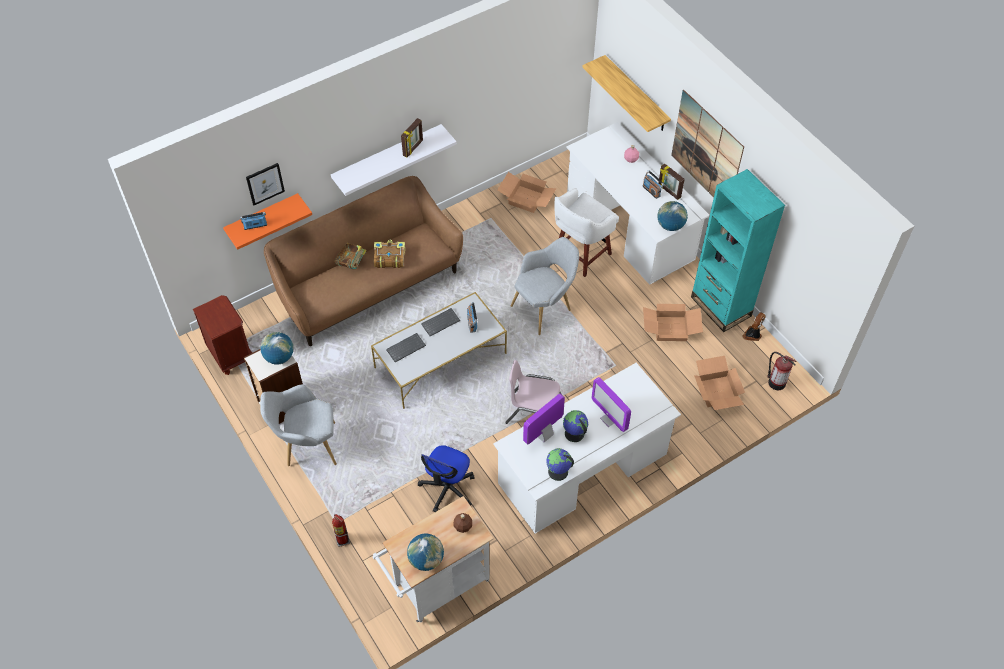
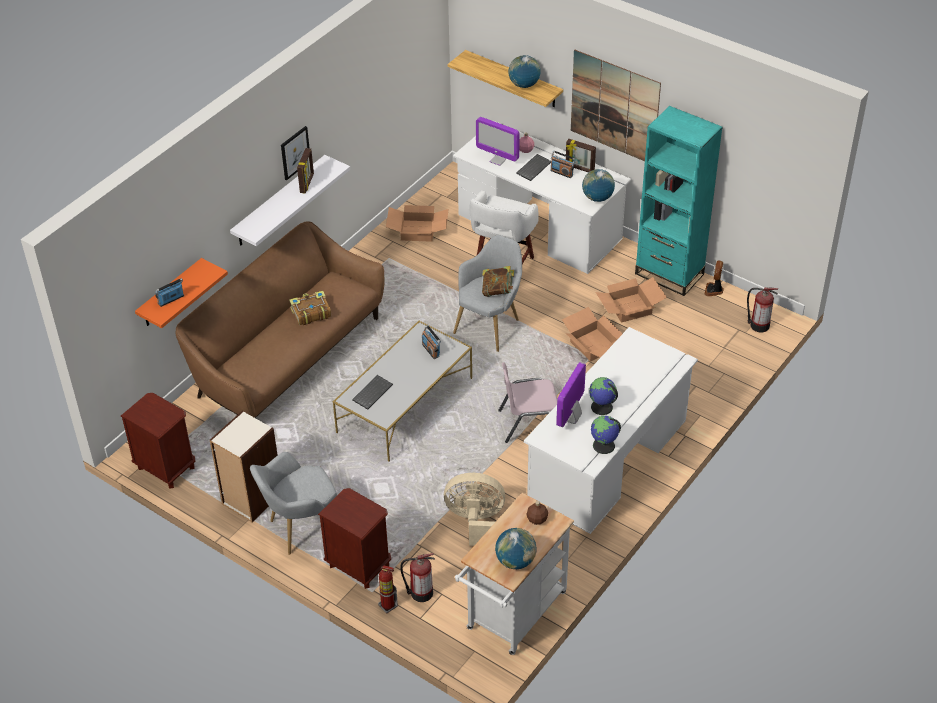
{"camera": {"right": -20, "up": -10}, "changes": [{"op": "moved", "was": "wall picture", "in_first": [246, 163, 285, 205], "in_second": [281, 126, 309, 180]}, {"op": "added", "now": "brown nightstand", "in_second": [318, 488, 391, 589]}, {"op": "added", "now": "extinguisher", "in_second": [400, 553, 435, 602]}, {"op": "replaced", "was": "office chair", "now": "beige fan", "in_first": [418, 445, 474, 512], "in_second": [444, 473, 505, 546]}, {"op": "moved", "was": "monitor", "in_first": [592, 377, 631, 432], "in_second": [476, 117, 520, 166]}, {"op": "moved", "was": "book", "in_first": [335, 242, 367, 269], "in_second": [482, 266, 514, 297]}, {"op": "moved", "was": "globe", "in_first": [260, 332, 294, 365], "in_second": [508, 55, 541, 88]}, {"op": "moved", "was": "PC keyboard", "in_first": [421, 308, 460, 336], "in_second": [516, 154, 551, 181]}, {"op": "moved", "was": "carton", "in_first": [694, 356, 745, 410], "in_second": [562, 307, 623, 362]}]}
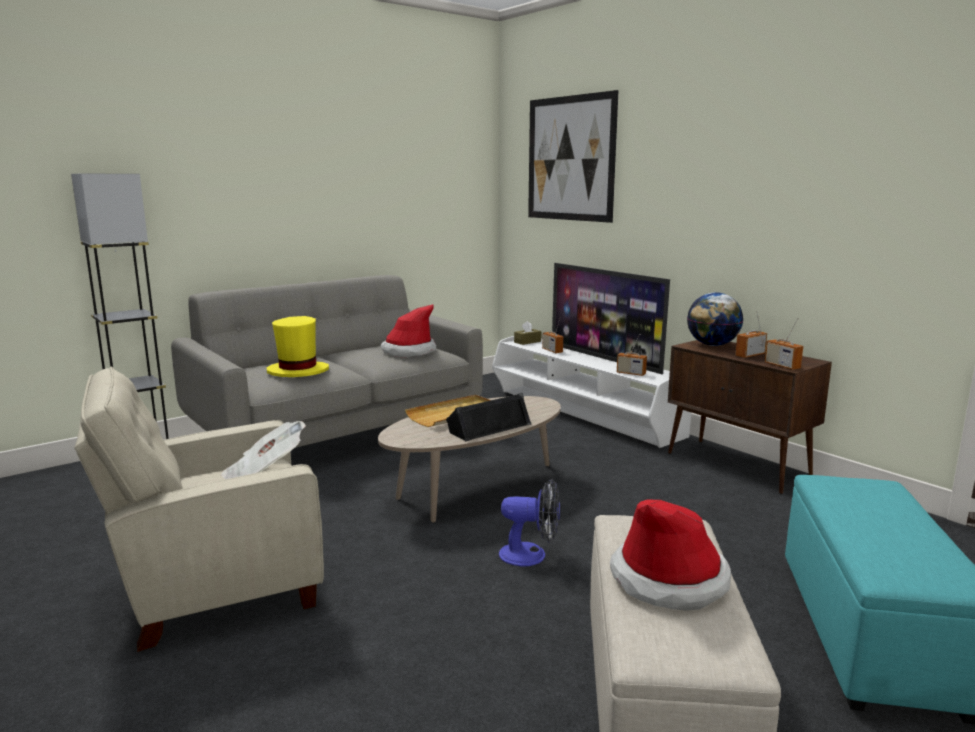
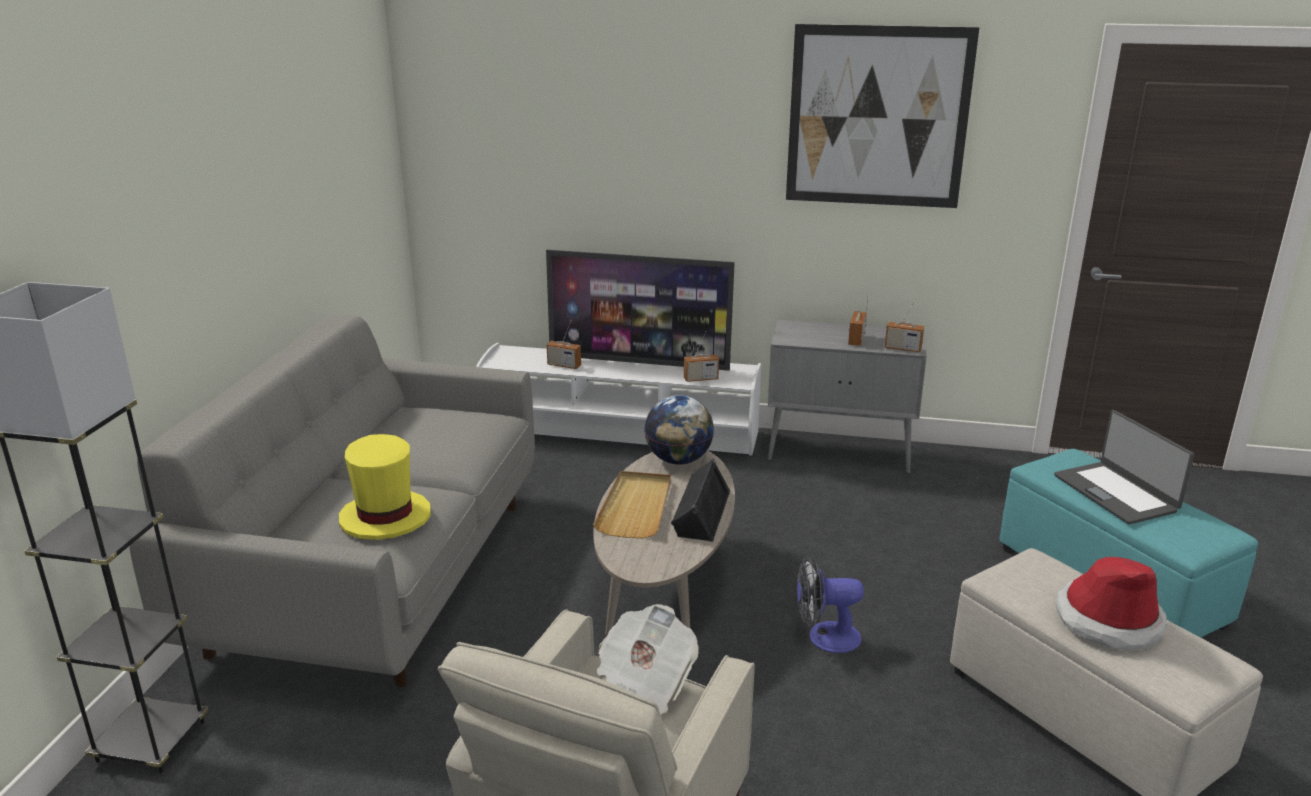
{"camera": {"right": -40, "up": 10}, "changes": [{"op": "moved", "was": "globe", "in_first": [687, 292, 743, 346], "in_second": [644, 395, 714, 464]}, {"op": "recoloured", "was": "brown storage cabinet", "now": "greyish storage cabinet", "in_first": [668, 340, 832, 494], "in_second": [768, 320, 927, 474]}, {"op": "moved", "was": "wall picture", "in_first": [528, 90, 619, 223], "in_second": [786, 24, 979, 208]}, {"op": "turned", "was": "fan", "in_first": [499, 479, 560, 567], "in_second": [797, 557, 864, 653], "clockwise": -150}, {"op": "added", "now": "notebook computer", "in_second": [1054, 410, 1194, 525]}, {"op": "removed", "was": "wearable hat", "in_first": [381, 304, 436, 357]}, {"op": "removed", "was": "brown tissue holder", "in_first": [514, 321, 541, 345]}]}
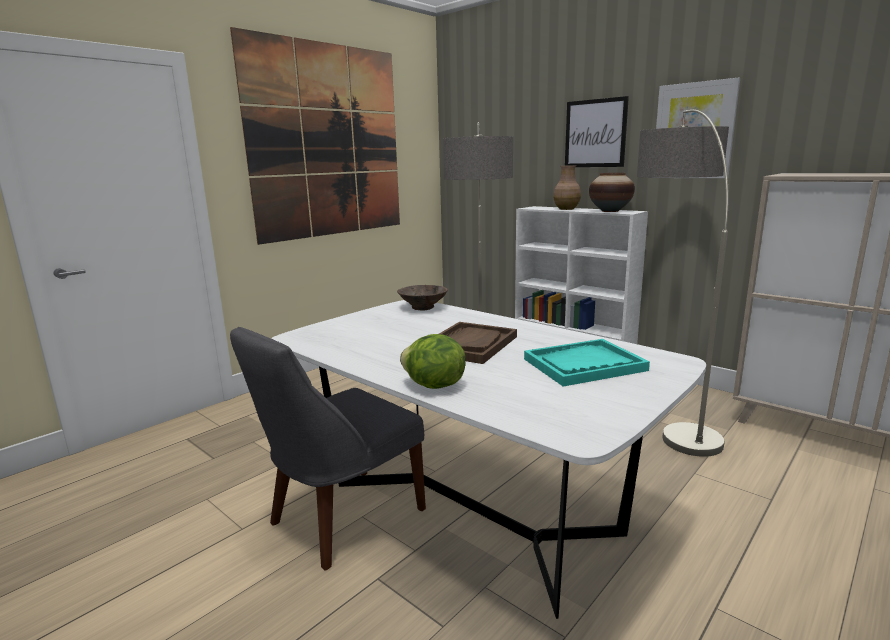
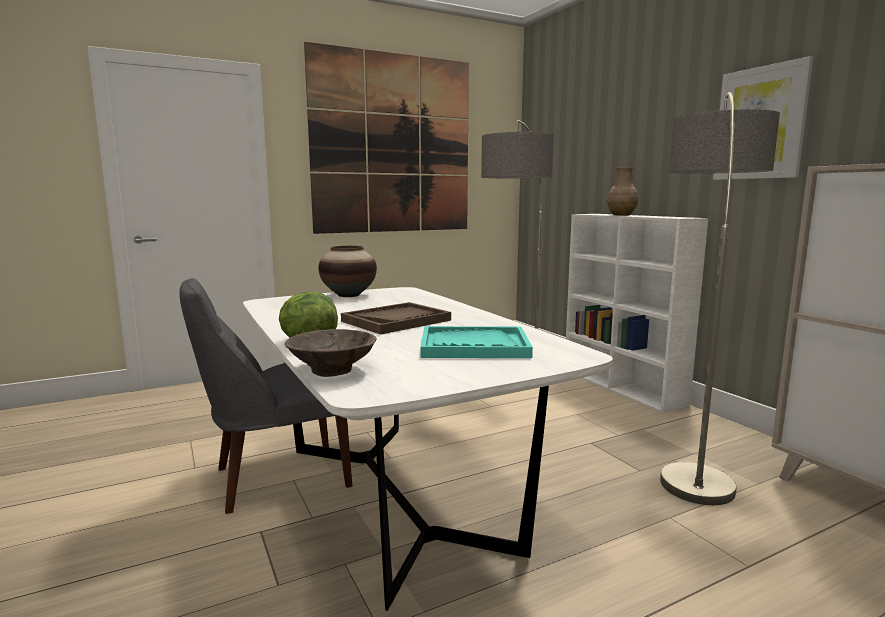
{"camera": {"right": 20, "up": -5}, "changes": [{"op": "moved", "was": "brown serving bowl", "in_first": [397, 285, 448, 310], "in_second": [285, 329, 377, 377]}, {"op": "moved", "was": "flower vase", "in_first": [589, 173, 635, 212], "in_second": [318, 246, 377, 297]}, {"op": "removed", "was": "wall picture", "in_first": [565, 96, 629, 167]}]}
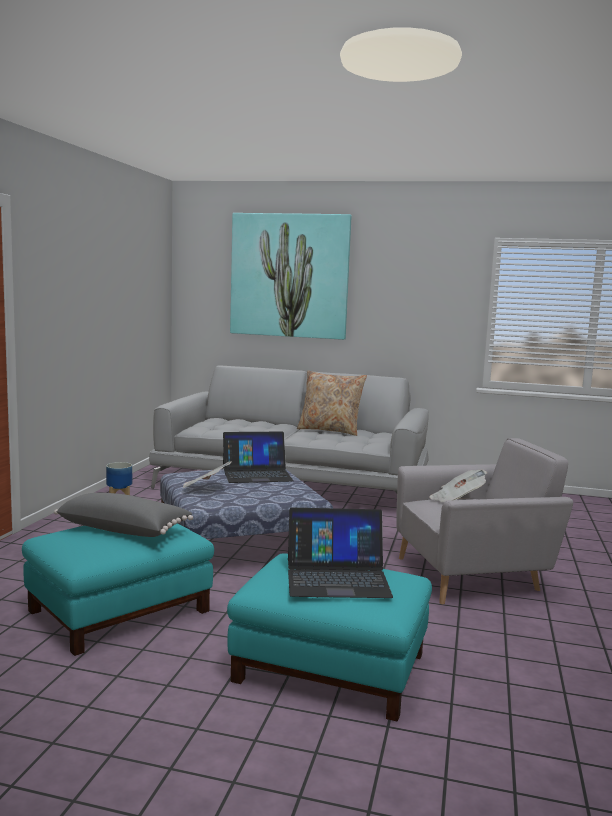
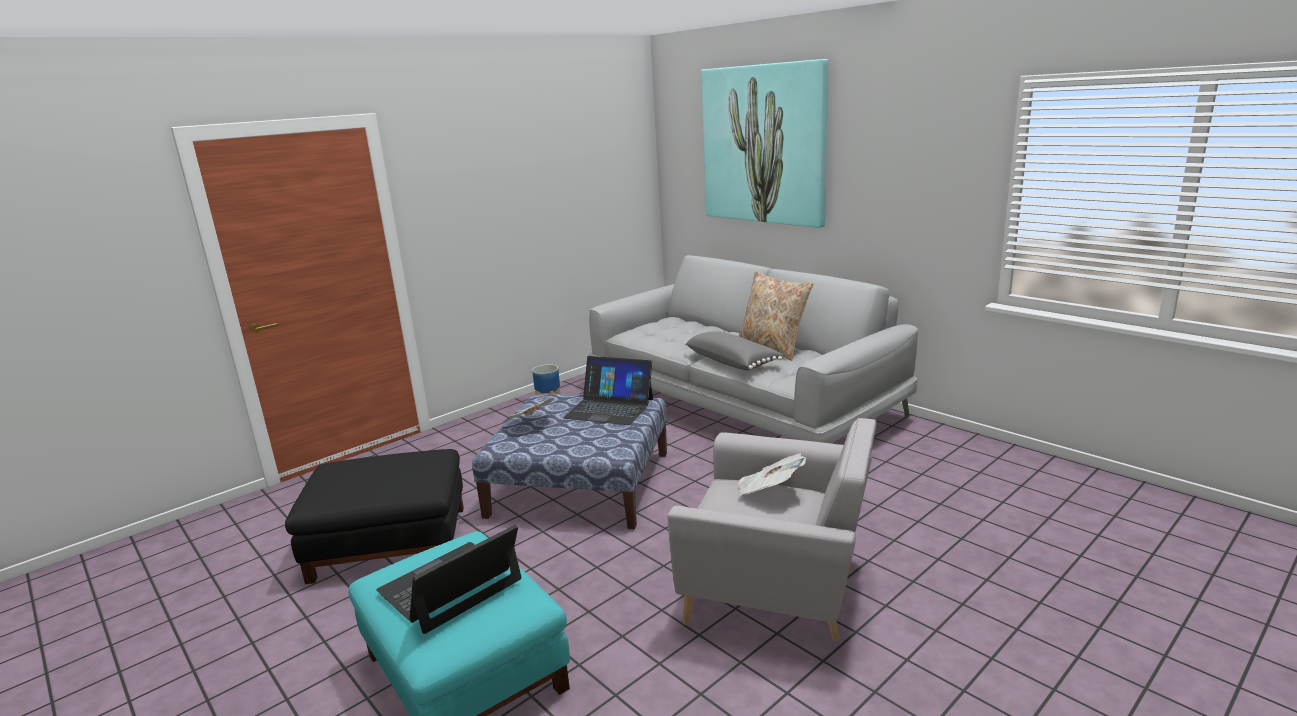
{"camera": {"right": 35, "up": 10}, "changes": [{"op": "recoloured", "was": "turquoise-coloured footrest", "now": "blackish footrest", "in_first": [22, 523, 214, 656], "in_second": [285, 449, 464, 584]}, {"op": "turned", "was": "notebook computer", "in_first": [288, 508, 393, 598], "in_second": [376, 525, 521, 634], "clockwise": 105}, {"op": "moved", "was": "greyish throw pillow", "in_first": [54, 493, 193, 537], "in_second": [685, 331, 783, 371]}]}
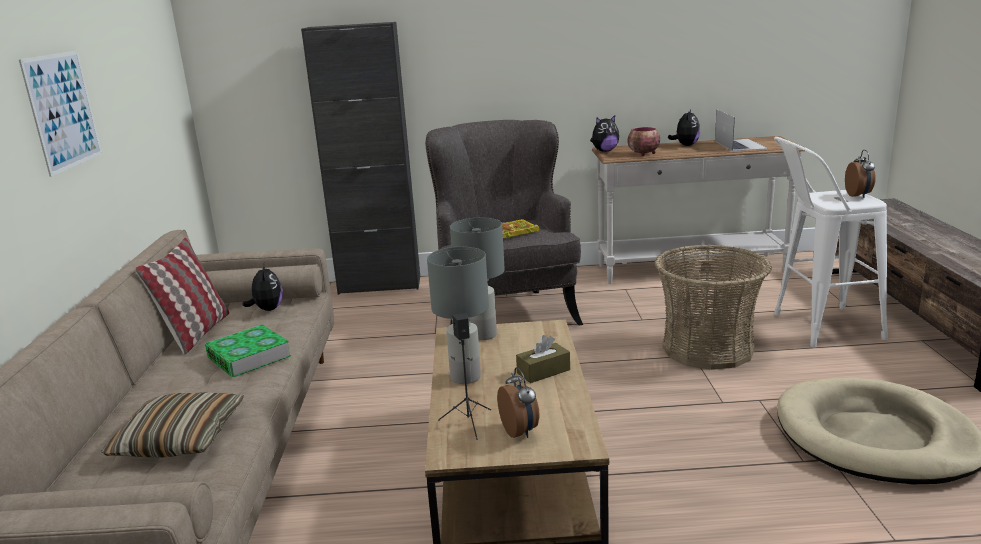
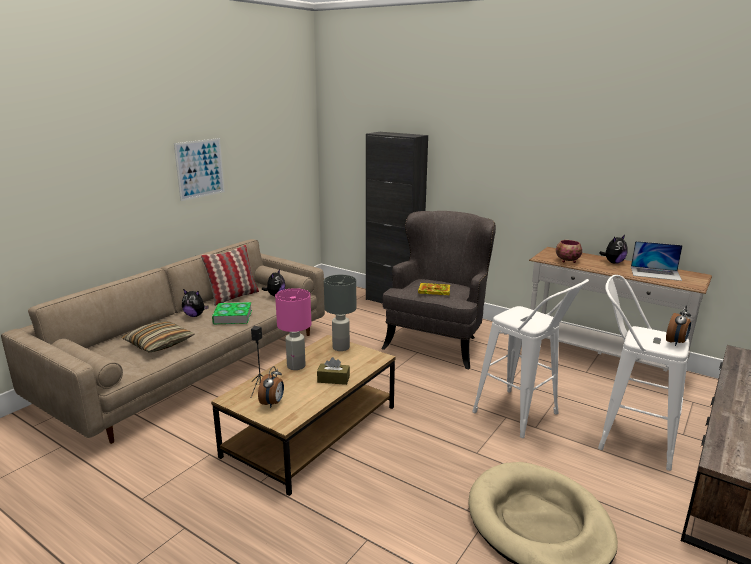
{"camera": {"right": 35, "up": 0}, "changes": [{"op": "moved", "was": "soft toy", "in_first": [590, 115, 619, 152], "in_second": [182, 289, 209, 317]}, {"op": "recoloured", "was": "greyish table lamp", "now": "pinkish table lamp", "in_first": [427, 247, 489, 384], "in_second": [275, 288, 311, 370]}, {"op": "replaced", "was": "basket", "now": "whitish stool seat", "in_first": [655, 244, 772, 370], "in_second": [472, 279, 589, 438]}, {"op": "turned", "was": "notebook computer", "in_first": [715, 110, 768, 151], "in_second": [631, 241, 683, 281], "clockwise": 75}]}
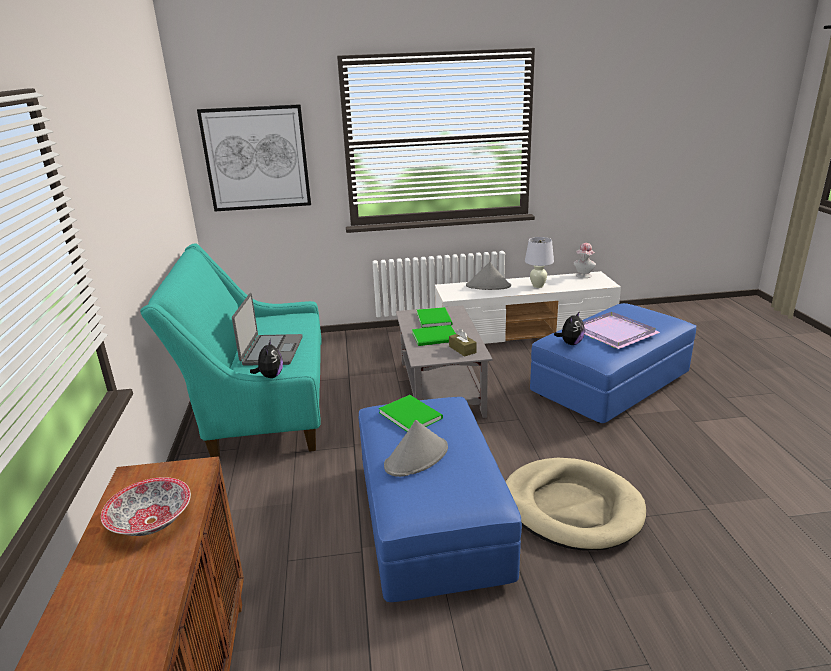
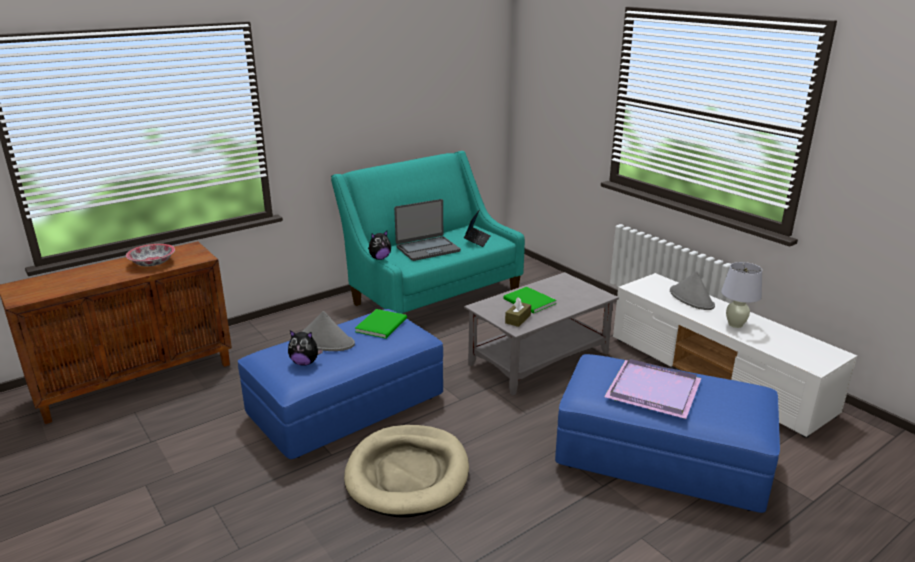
{"camera": {"right": 60, "up": 0}, "changes": [{"op": "moved", "was": "soft toy", "in_first": [554, 311, 585, 345], "in_second": [288, 330, 323, 366]}, {"op": "added", "now": "notebook computer", "in_second": [464, 211, 491, 247]}, {"op": "removed", "was": "wall picture", "in_first": [197, 104, 311, 212]}, {"op": "removed", "was": "greenish book", "in_first": [417, 307, 452, 328]}, {"op": "removed", "was": "wearable hat", "in_first": [574, 243, 596, 278]}]}
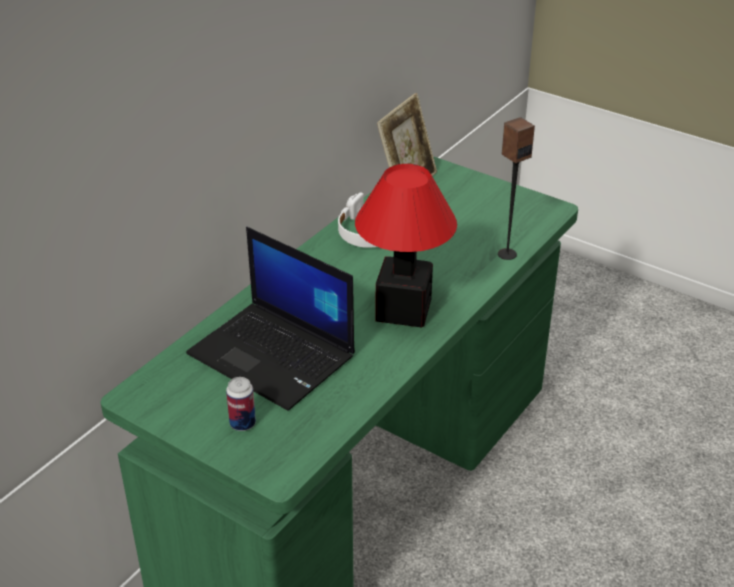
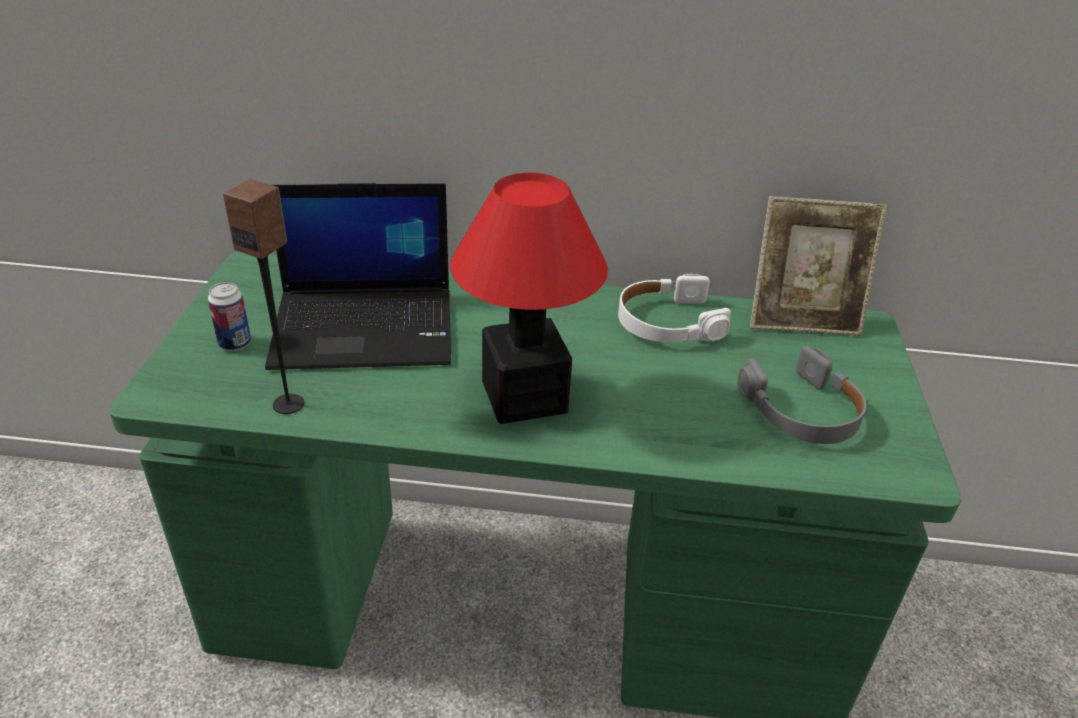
{"camera": {"right": 60, "up": 0}, "changes": [{"op": "moved", "was": "loudspeaker", "in_first": [498, 117, 535, 260], "in_second": [223, 179, 304, 414]}, {"op": "turned", "was": "notebook computer", "in_first": [186, 227, 355, 411], "in_second": [265, 183, 451, 370], "clockwise": -105}, {"op": "added", "now": "greyish pair of headphones", "in_second": [738, 346, 866, 444]}]}
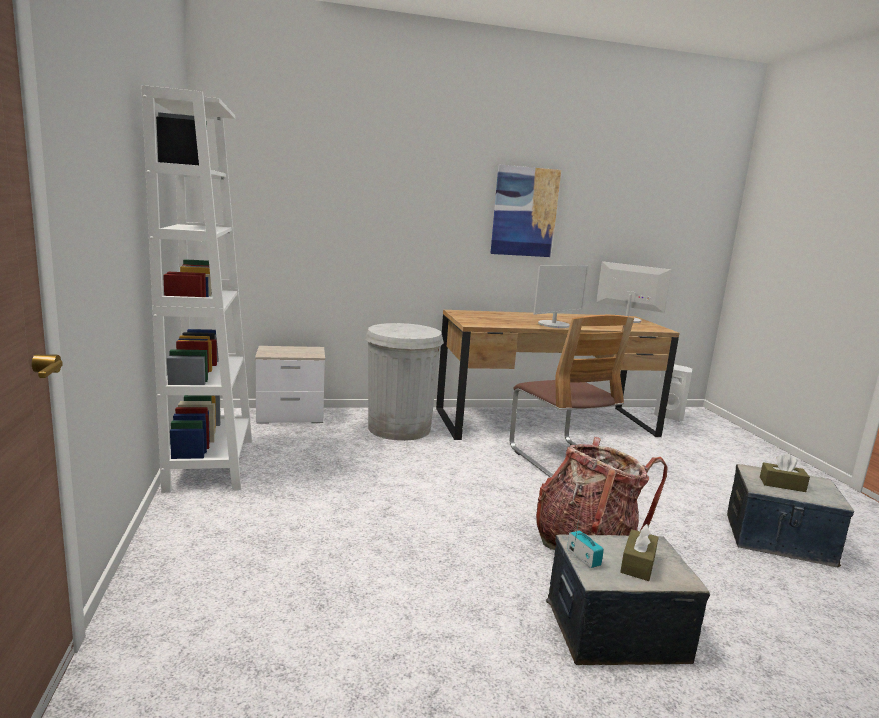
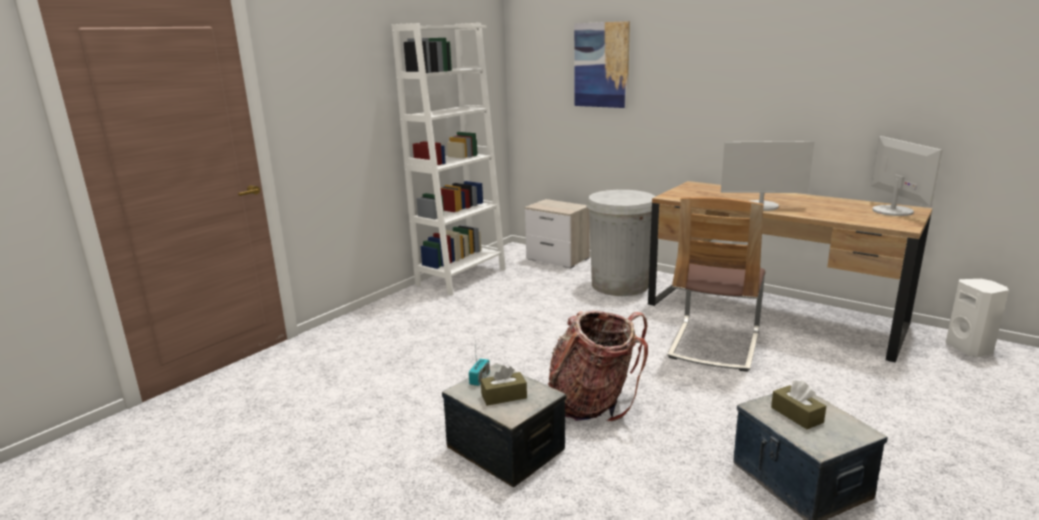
{"camera": {"right": 50, "up": 5}, "changes": [{"op": "moved", "was": "wall picture", "in_first": [490, 165, 561, 257], "in_second": [574, 21, 630, 108]}]}
